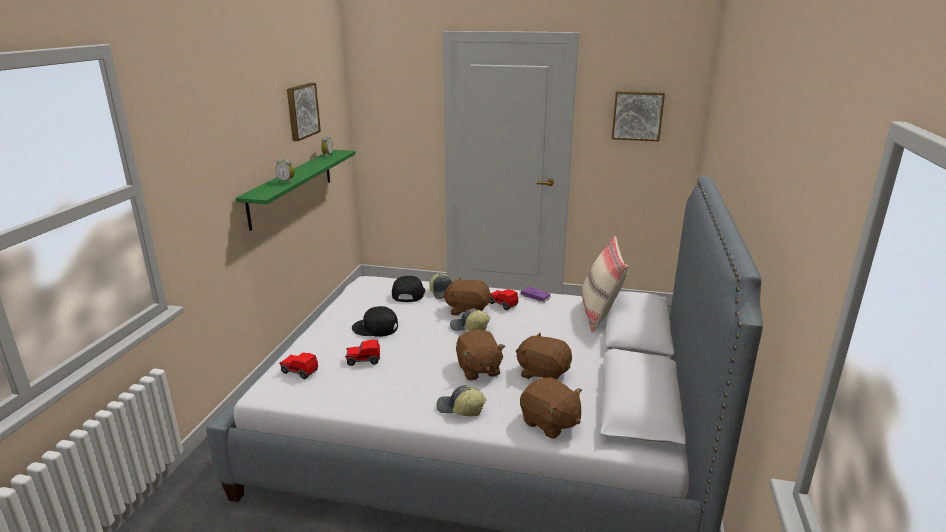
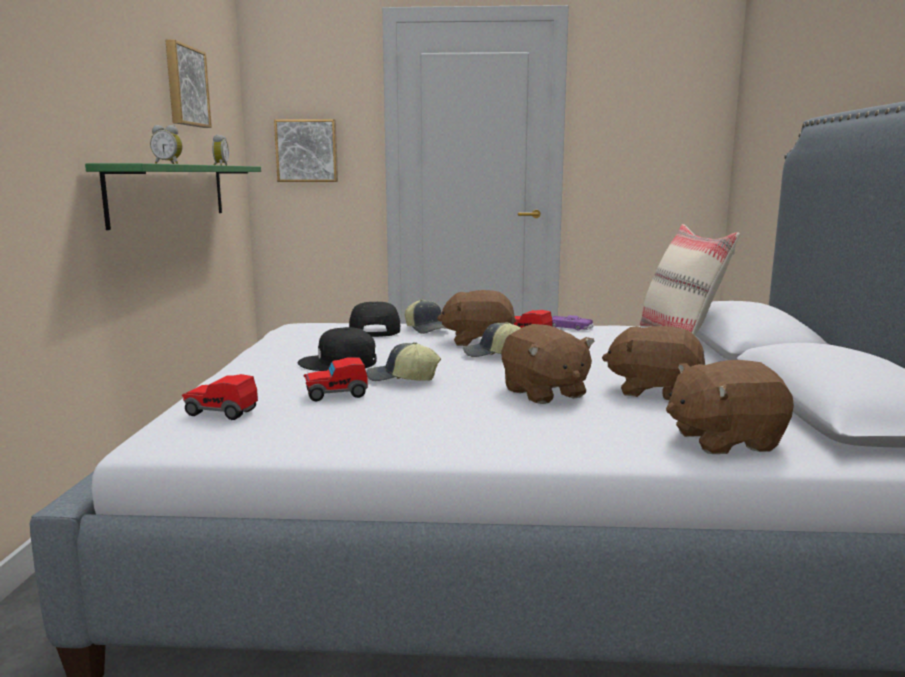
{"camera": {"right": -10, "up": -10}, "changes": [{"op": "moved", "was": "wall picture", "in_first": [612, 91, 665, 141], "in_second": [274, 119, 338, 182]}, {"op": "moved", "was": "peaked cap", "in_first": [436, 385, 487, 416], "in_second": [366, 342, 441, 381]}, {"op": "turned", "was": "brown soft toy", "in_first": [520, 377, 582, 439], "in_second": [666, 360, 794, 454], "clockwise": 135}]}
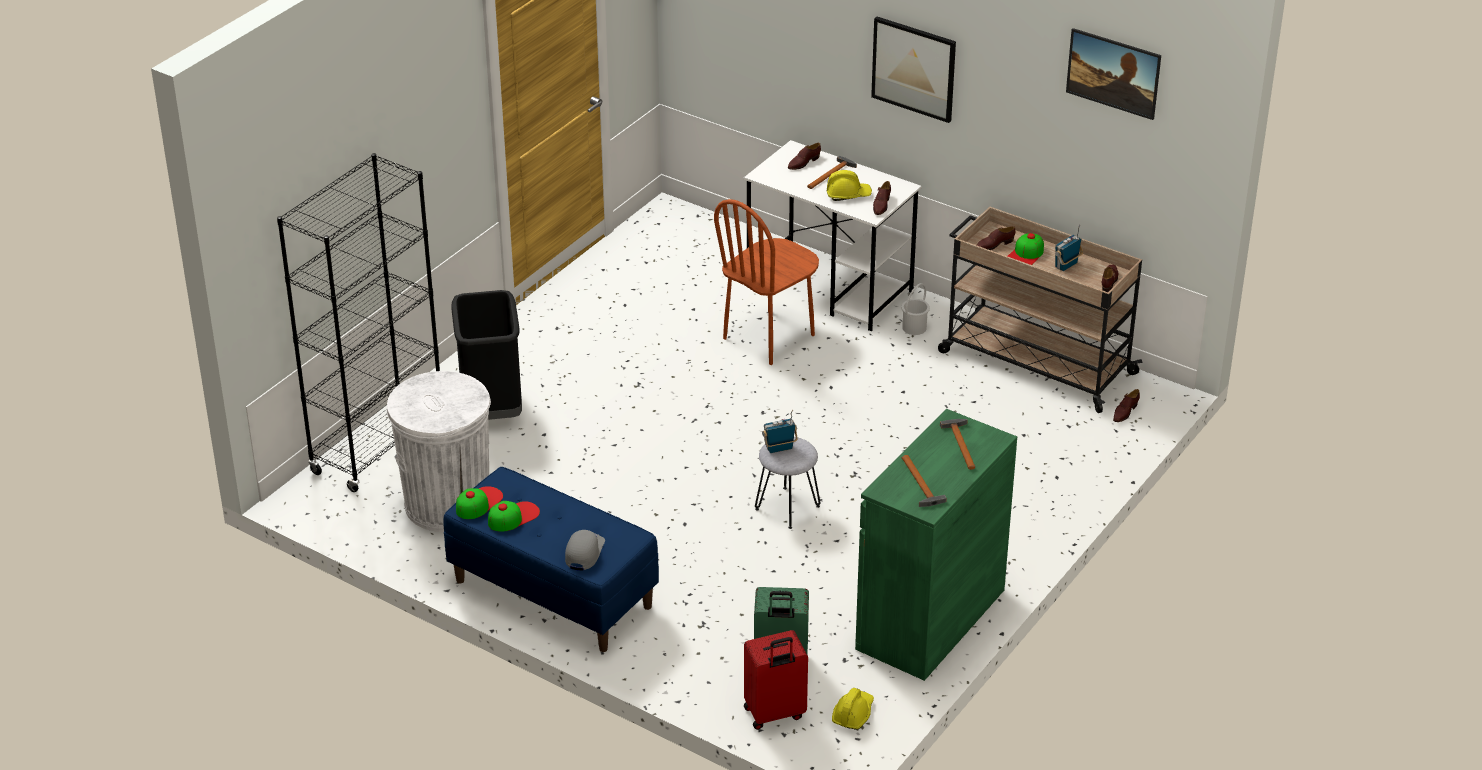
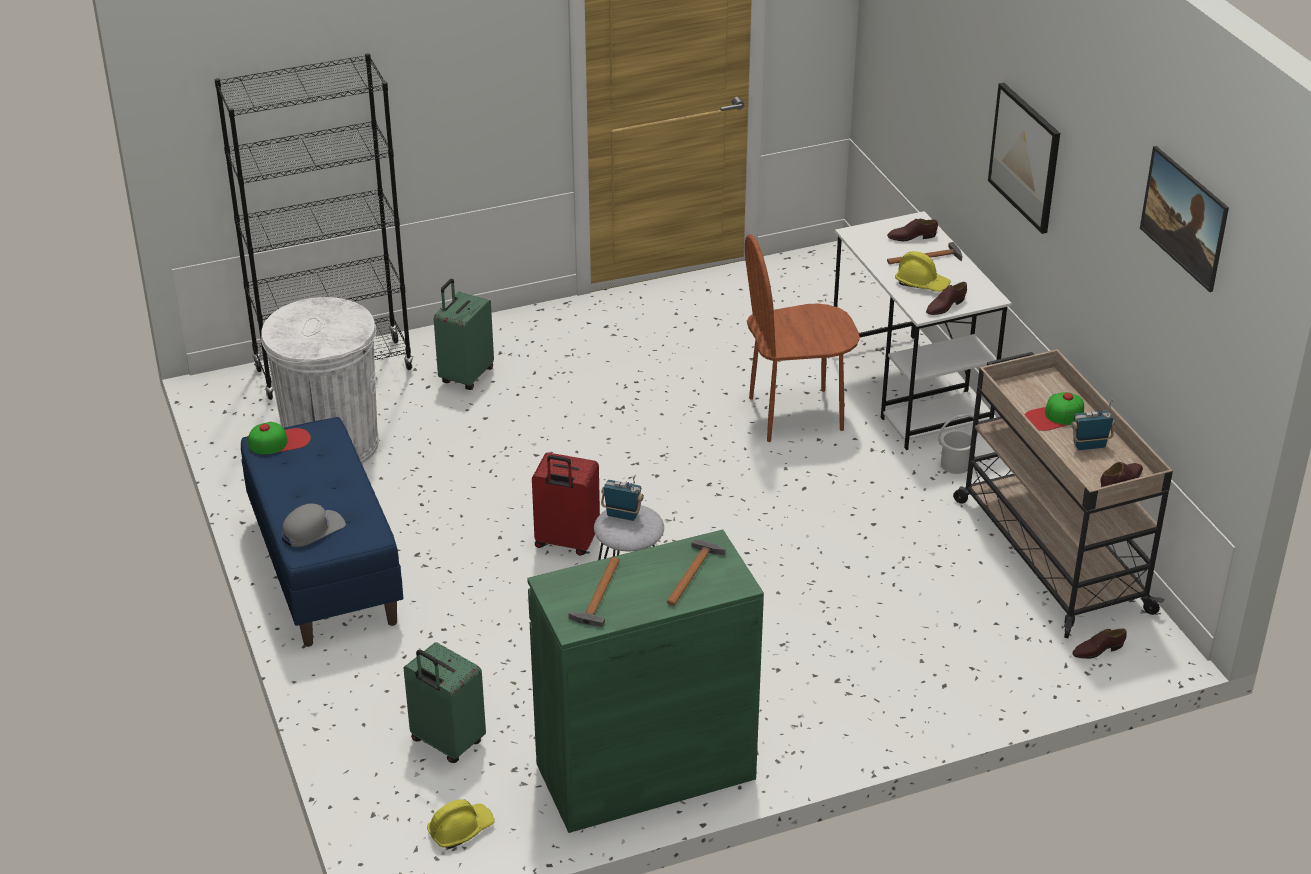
{"camera": {"right": 35, "up": 0}, "changes": [{"op": "replaced", "was": "blackish waste bin", "now": "greenish travel case", "in_first": [451, 290, 522, 420], "in_second": [434, 279, 494, 390]}, {"op": "moved", "was": "reddish travel case", "in_first": [744, 630, 808, 730], "in_second": [532, 452, 600, 556]}, {"op": "removed", "was": "peaked cap", "in_first": [488, 501, 540, 532]}, {"op": "removed", "was": "brown shoe", "in_first": [977, 226, 1015, 250]}]}
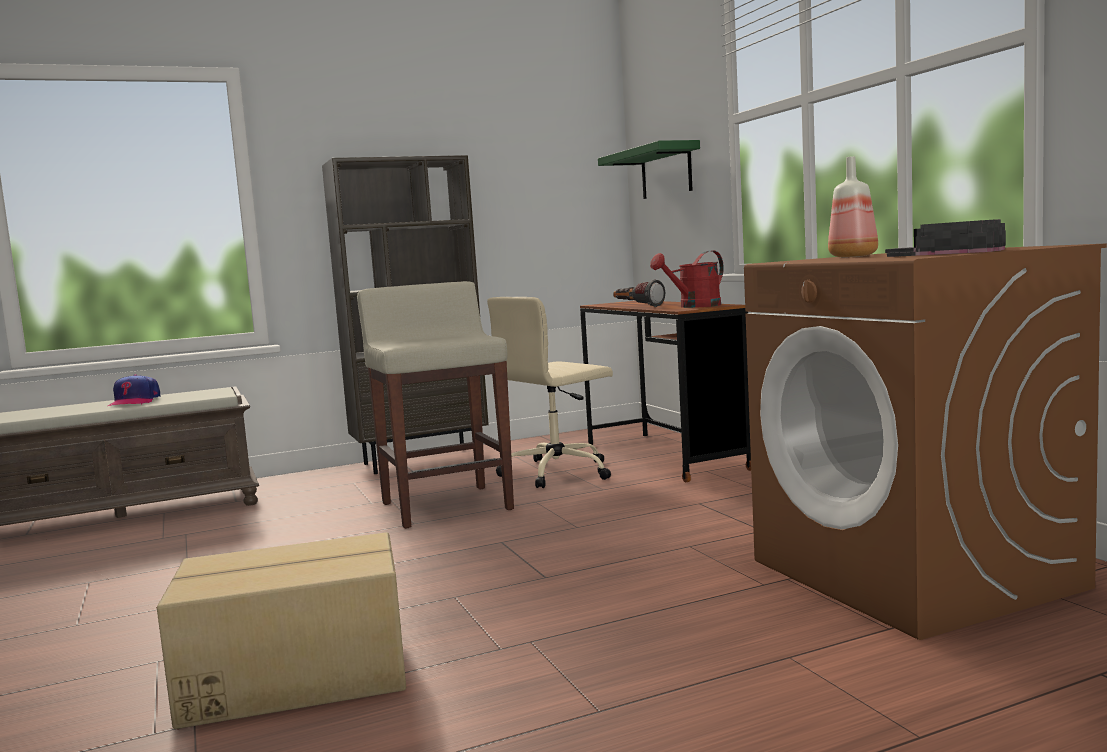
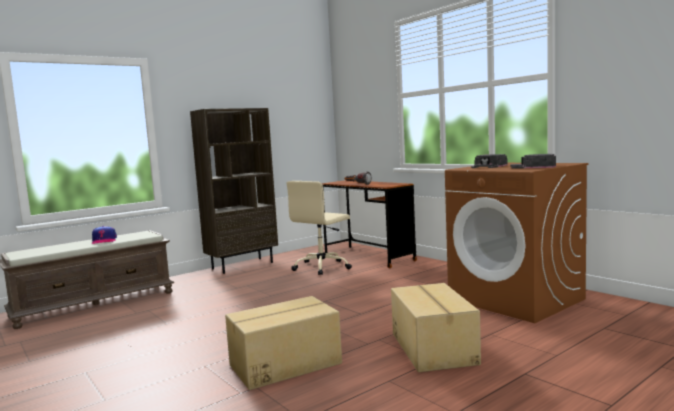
{"camera": {"right": -15, "up": 0}, "changes": [{"op": "added", "now": "carton", "in_second": [391, 283, 481, 372]}, {"op": "replaced", "was": "beverage bottle", "now": "blackish peaked cap", "in_first": [828, 156, 878, 257], "in_second": [471, 154, 507, 168]}, {"op": "removed", "was": "beige stool seat", "in_first": [357, 281, 514, 528]}, {"op": "removed", "was": "greenish bracket shelf", "in_first": [598, 140, 700, 199]}, {"op": "removed", "was": "reddish watering can", "in_first": [650, 250, 724, 308]}]}
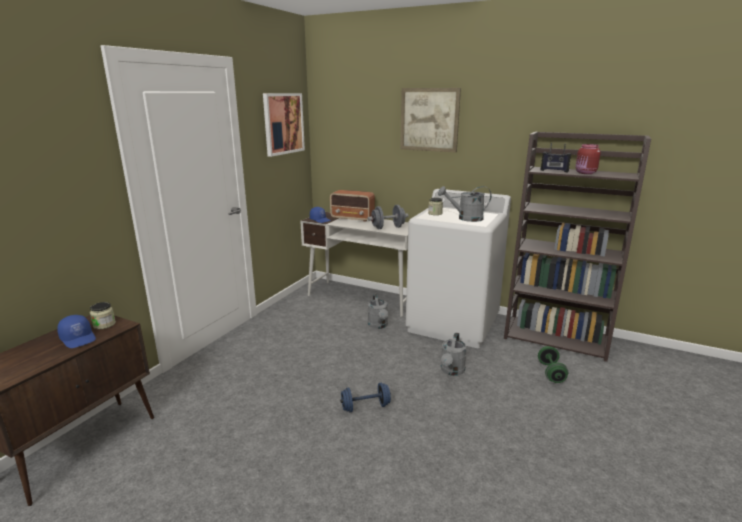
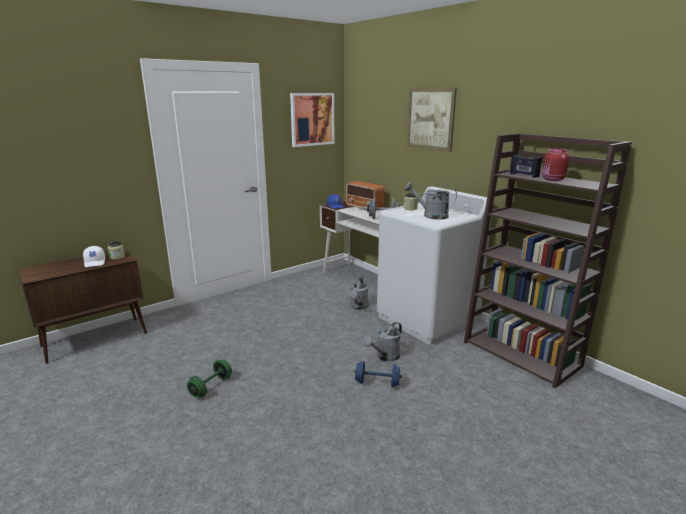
{"camera": {"right": 25, "up": 0}, "changes": [{"op": "recoloured", "was": "blue-coloured peaked cap", "now": "whitish peaked cap", "in_first": [57, 315, 96, 348], "in_second": [83, 246, 105, 267]}, {"op": "moved", "was": "greenish hand weight", "in_first": [538, 346, 568, 383], "in_second": [187, 360, 232, 398]}, {"op": "moved", "was": "blue-coloured hand weight", "in_first": [340, 383, 391, 412], "in_second": [354, 361, 402, 387]}]}
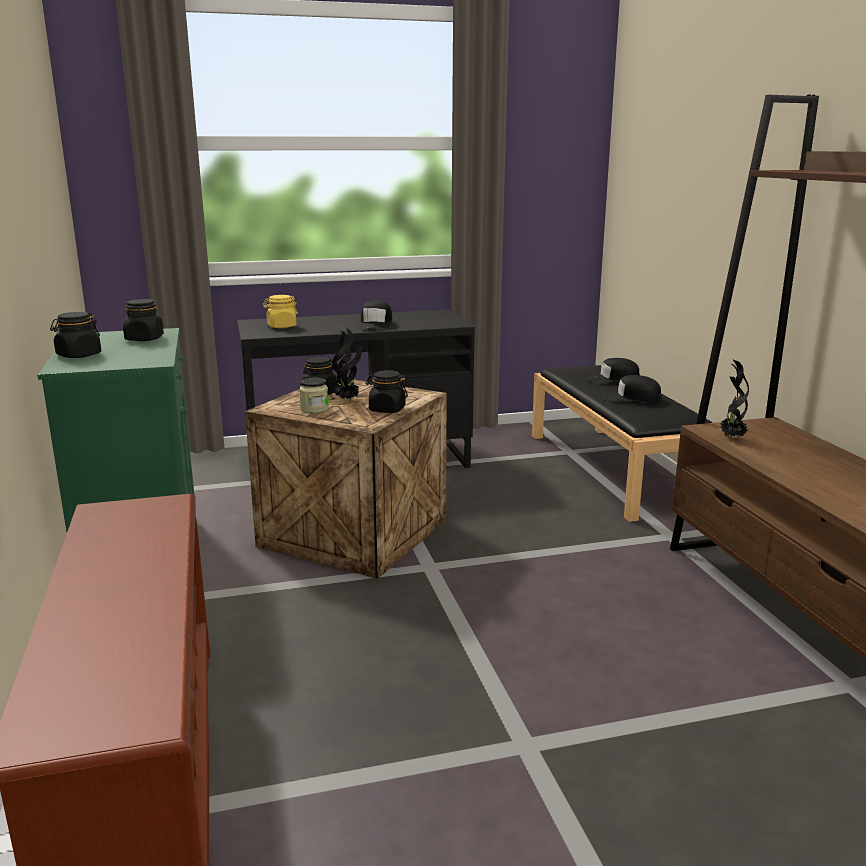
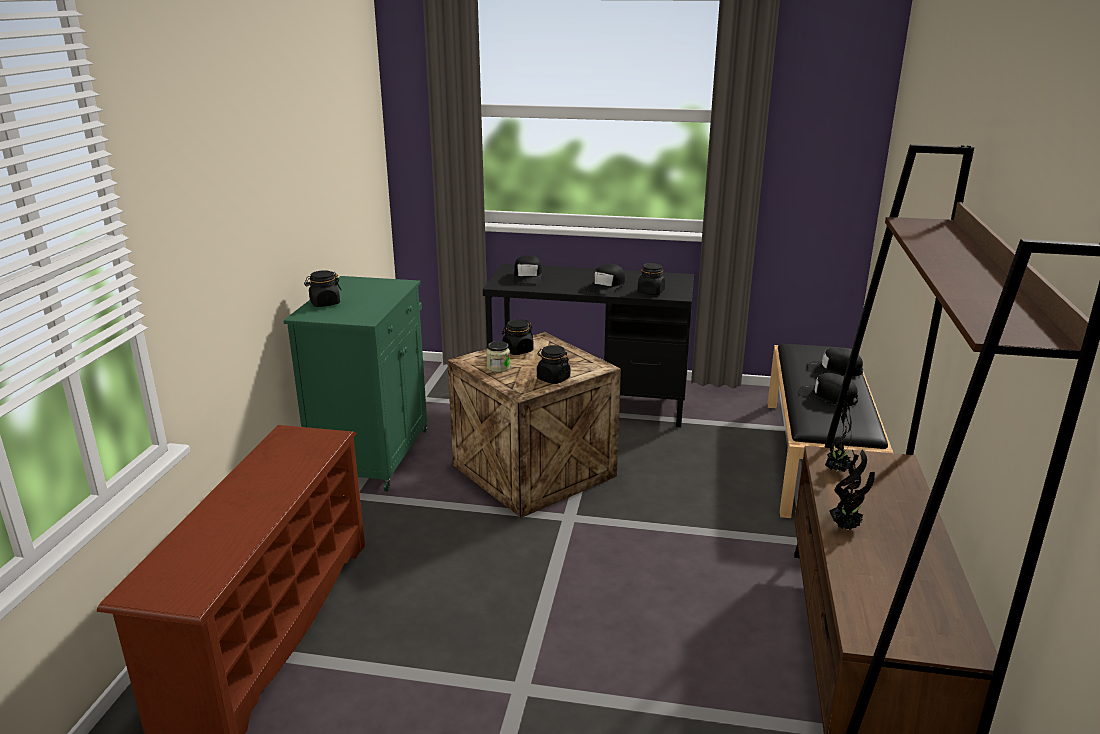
{"camera": {"right": 25, "up": 5}, "changes": [{"op": "replaced", "was": "yellow preserve jar", "now": "blackish peaked cap", "in_first": [263, 295, 298, 328], "in_second": [514, 255, 542, 285]}, {"op": "moved", "was": "blackish preserve jar", "in_first": [123, 299, 164, 341], "in_second": [637, 263, 665, 295]}, {"op": "moved", "was": "houseplant", "in_first": [332, 328, 361, 400], "in_second": [829, 450, 875, 530]}]}
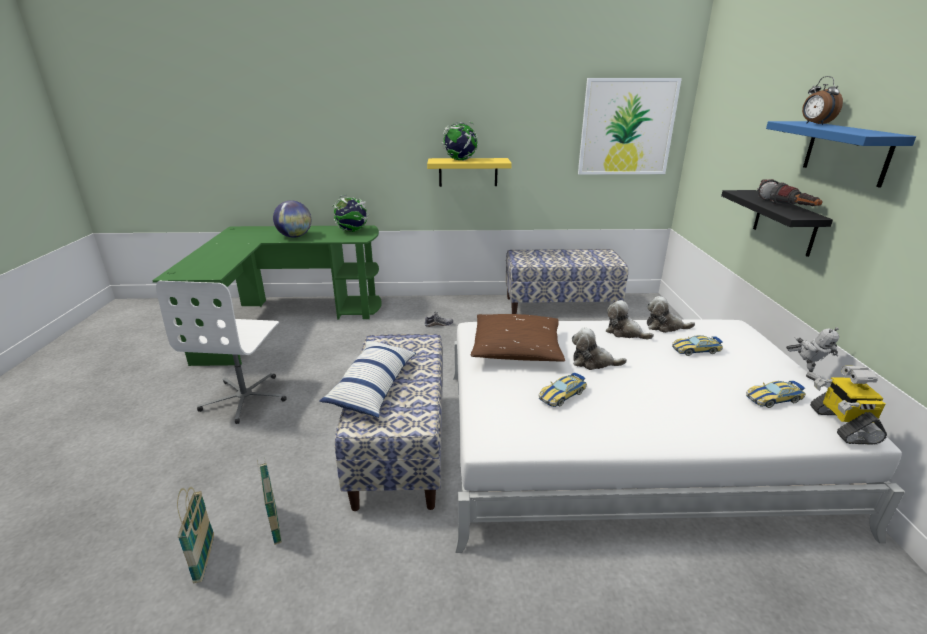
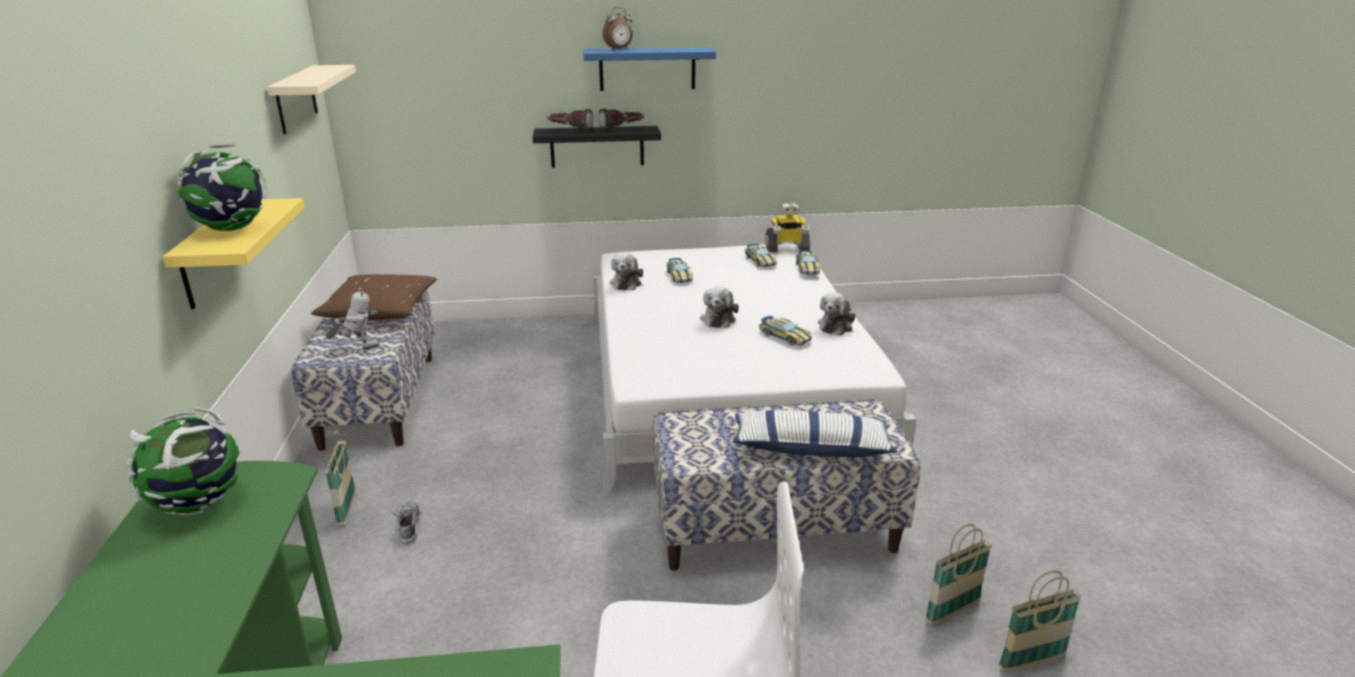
{"camera": {"right": -95, "up": 0}, "changes": [{"op": "replaced", "was": "wall picture", "now": "beige bracket shelf", "in_first": [578, 78, 682, 175], "in_second": [267, 65, 356, 134]}, {"op": "moved", "was": "brown throw pillow", "in_first": [471, 314, 565, 362], "in_second": [311, 274, 437, 320]}, {"op": "added", "now": "basket", "in_second": [325, 430, 356, 526]}, {"op": "moved", "was": "toy robot", "in_first": [786, 327, 839, 381], "in_second": [326, 288, 379, 350]}, {"op": "added", "now": "toy car", "in_second": [796, 250, 820, 274]}, {"op": "moved", "was": "soft toy", "in_first": [605, 300, 654, 339], "in_second": [818, 293, 855, 336]}, {"op": "removed", "was": "globe", "in_first": [273, 200, 311, 238]}]}
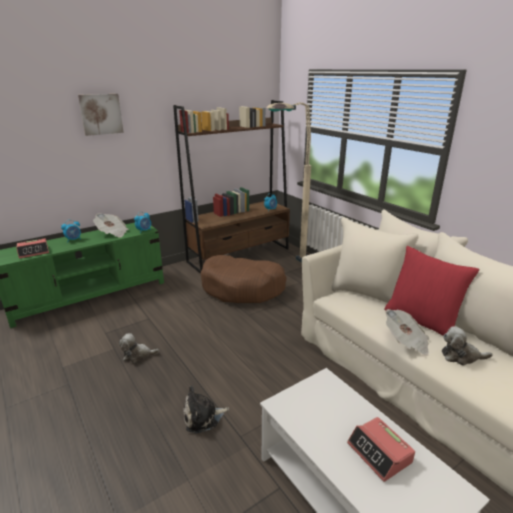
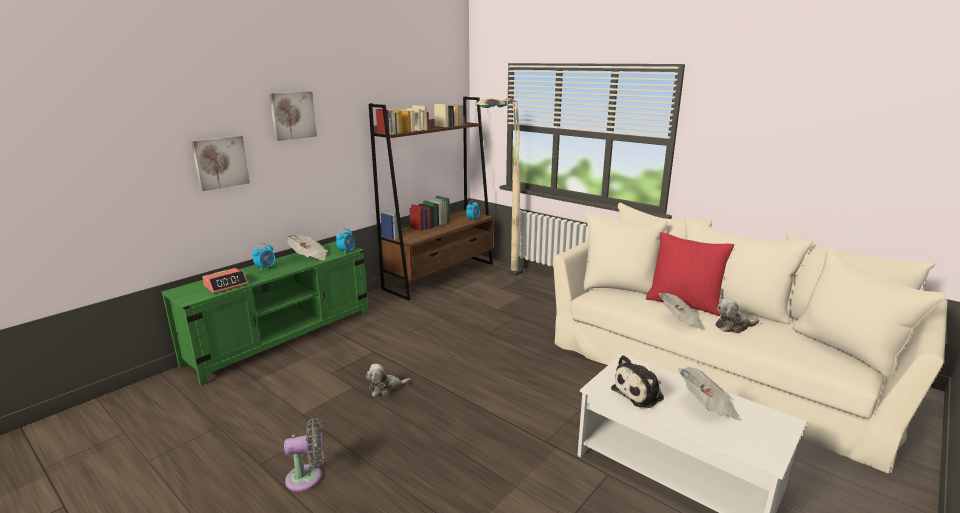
{"camera": {"right": -15, "up": -5}, "changes": [{"op": "added", "now": "wall picture", "in_second": [191, 136, 250, 191]}, {"op": "added", "now": "greyish fan", "in_second": [284, 418, 324, 492]}, {"op": "moved", "was": "soft toy", "in_first": [183, 386, 229, 434], "in_second": [611, 355, 664, 408]}, {"op": "replaced", "was": "alarm clock", "now": "printed paper", "in_first": [347, 417, 415, 482], "in_second": [678, 367, 742, 421]}, {"op": "removed", "was": "brown pet bed", "in_first": [201, 255, 287, 303]}]}
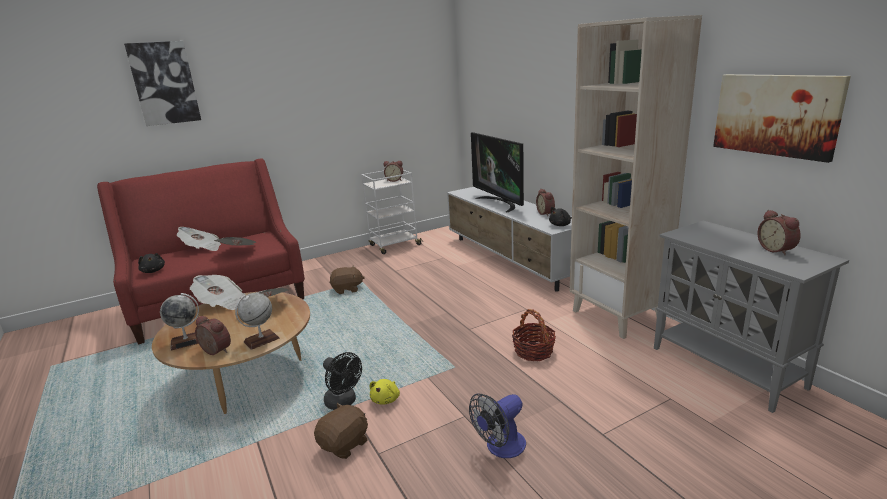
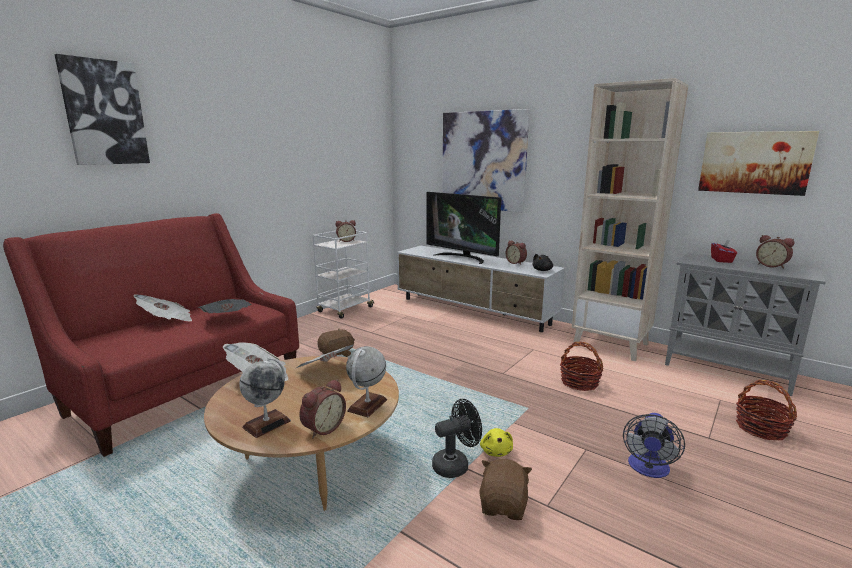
{"camera": {"right": -25, "up": -5}, "changes": [{"op": "turned", "was": "alarm clock", "in_first": [195, 316, 231, 355], "in_second": [299, 379, 346, 438], "clockwise": 120}, {"op": "turned", "was": "blackish fan", "in_first": [323, 352, 362, 410], "in_second": [432, 399, 482, 478], "clockwise": -45}, {"op": "added", "now": "wall picture", "in_second": [442, 109, 530, 212]}, {"op": "added", "now": "reddish tissue holder", "in_second": [711, 239, 737, 263]}, {"op": "added", "now": "basket", "in_second": [736, 380, 797, 440]}, {"op": "removed", "was": "blackish soft toy", "in_first": [138, 253, 165, 273]}]}
